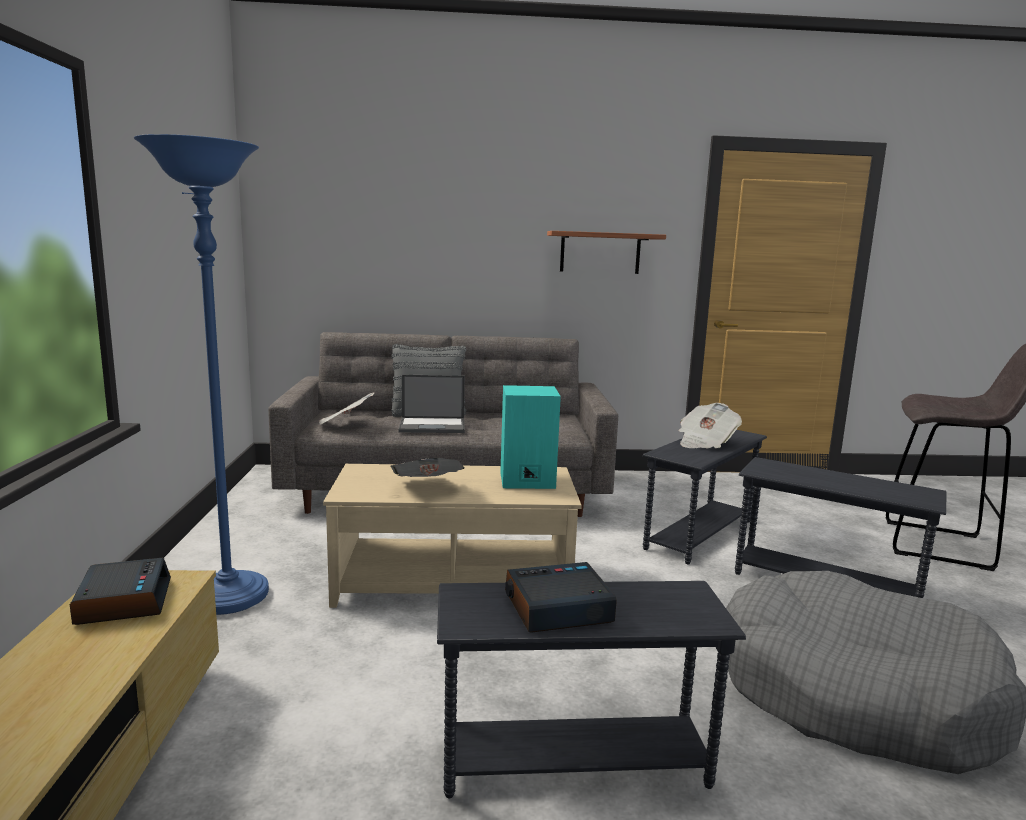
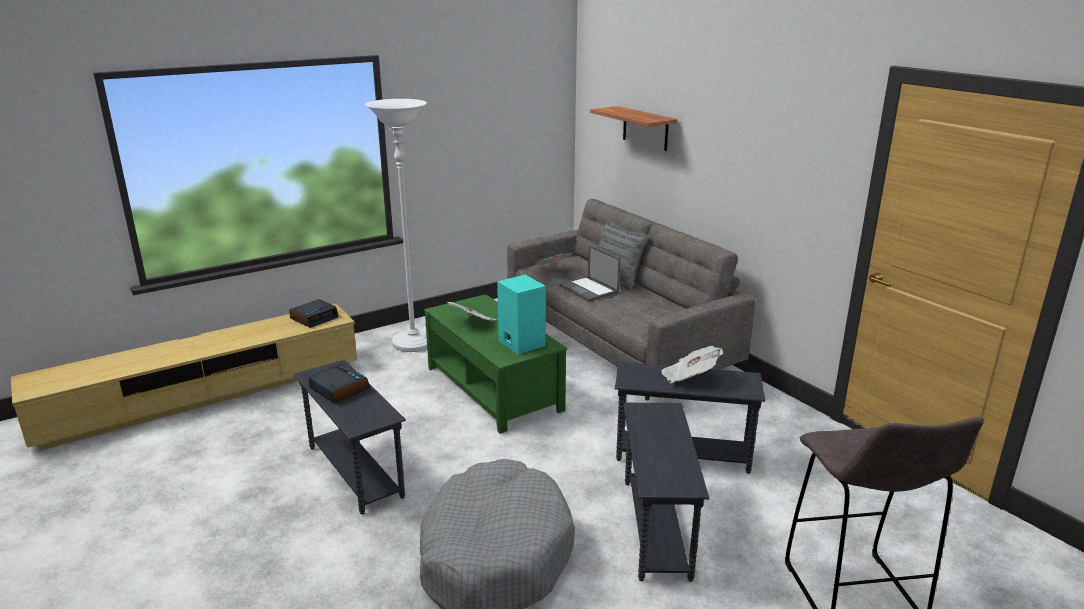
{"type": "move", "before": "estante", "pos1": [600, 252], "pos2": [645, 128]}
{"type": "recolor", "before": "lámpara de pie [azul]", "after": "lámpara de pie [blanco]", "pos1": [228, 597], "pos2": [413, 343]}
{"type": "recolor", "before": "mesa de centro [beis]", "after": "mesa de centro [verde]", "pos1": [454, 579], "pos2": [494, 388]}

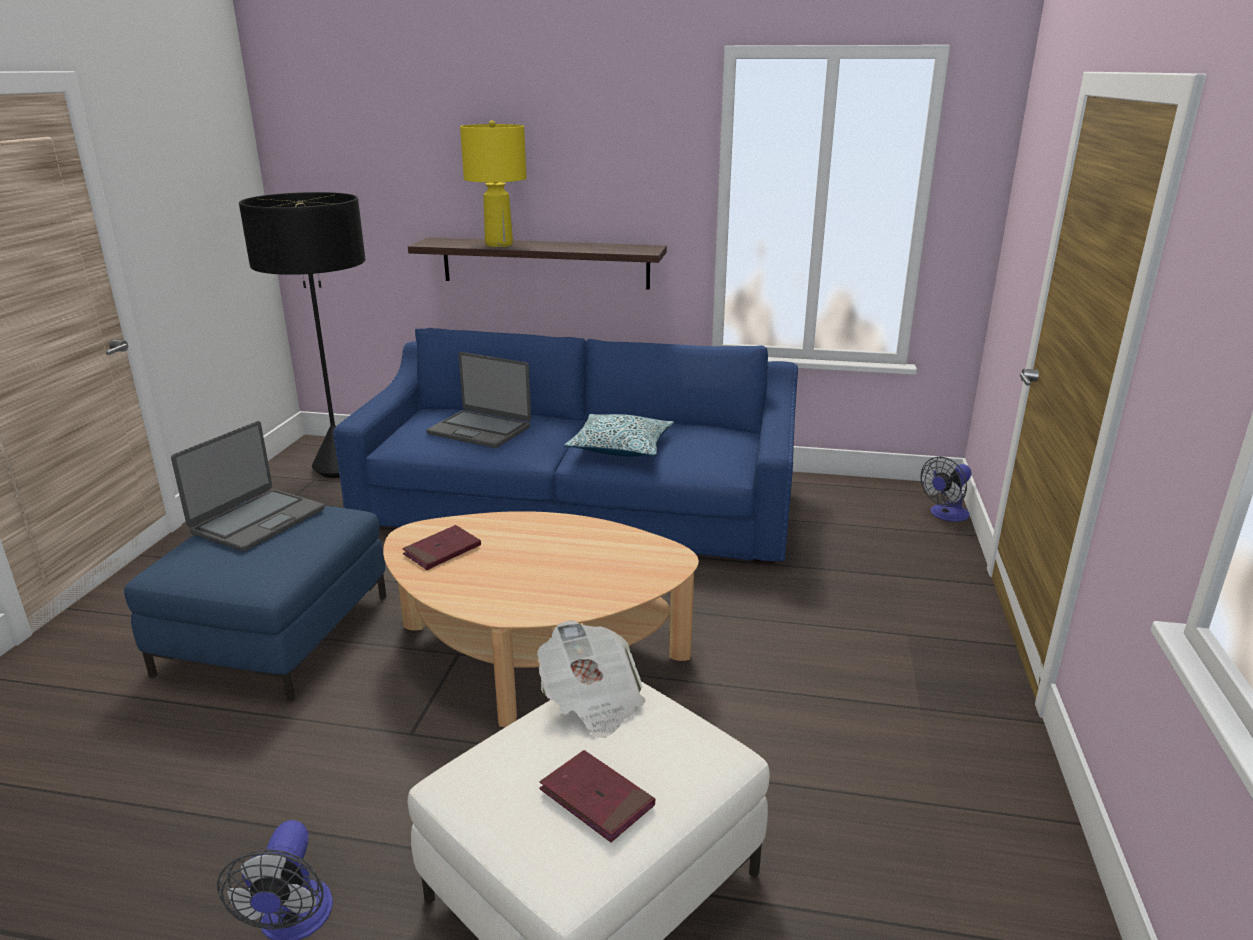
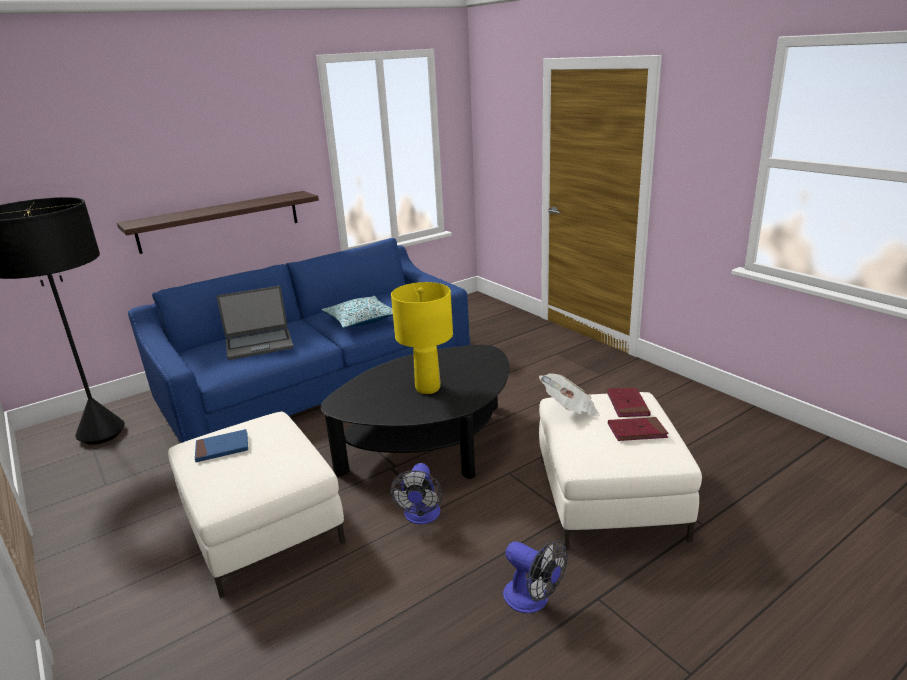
{"type": "move", "before": "libro [rojo]", "pos1": [442, 551], "pos2": [627, 405]}
{"type": "move", "before": "lámpara de mesa [amarillo]", "pos1": [498, 244], "pos2": [427, 388]}
{"type": "move", "before": "ventilador", "pos1": [945, 515], "pos2": [421, 516]}
{"type": "replace", "before": "portátil", "after": "libro [azul]", "pos1": [257, 521], "pos2": [222, 448]}
{"type": "recolor", "before": "puf [azul]", "after": "puf [blanco]", "pos1": [276, 633], "pos2": [262, 526]}
{"type": "recolor", "before": "mesa de centro [beis]", "after": "mesa de centro [negro]", "pos1": [537, 655], "pos2": [430, 445]}

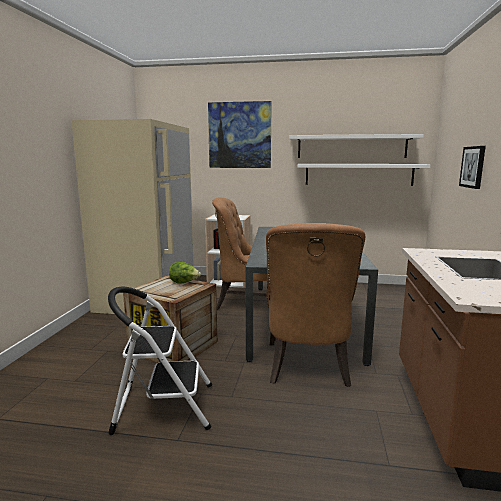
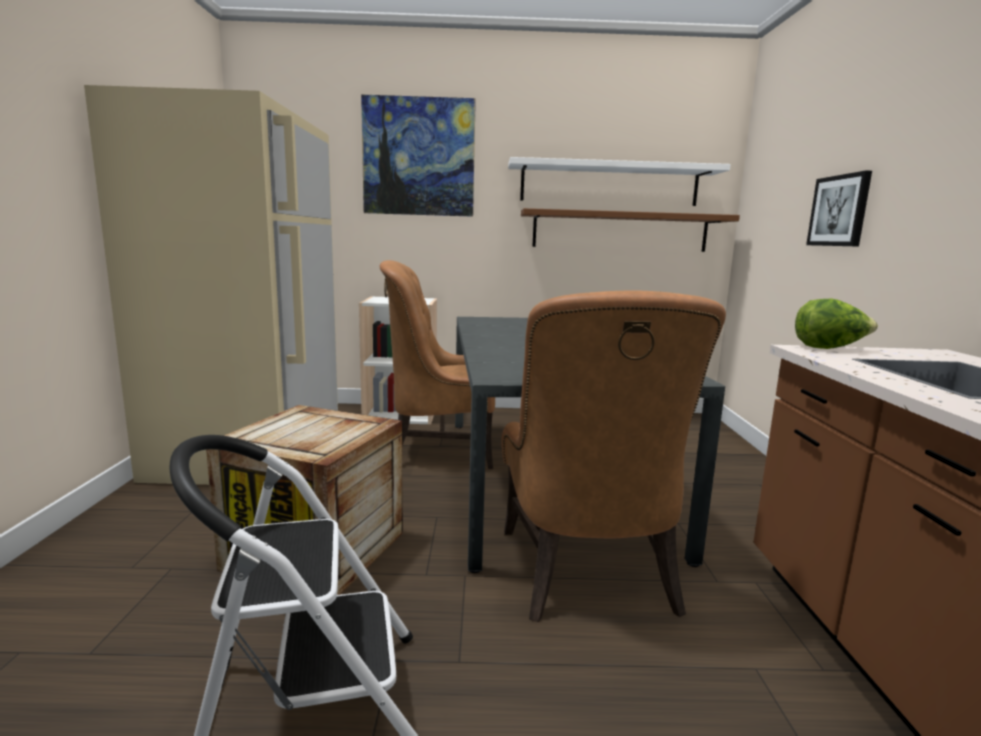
{"type": "move", "before": "lechuga", "pos1": [184, 283], "pos2": [829, 348]}
{"type": "recolor", "before": "estante [blanco]", "after": "estante [marrón]", "pos1": [358, 174], "pos2": [619, 231]}

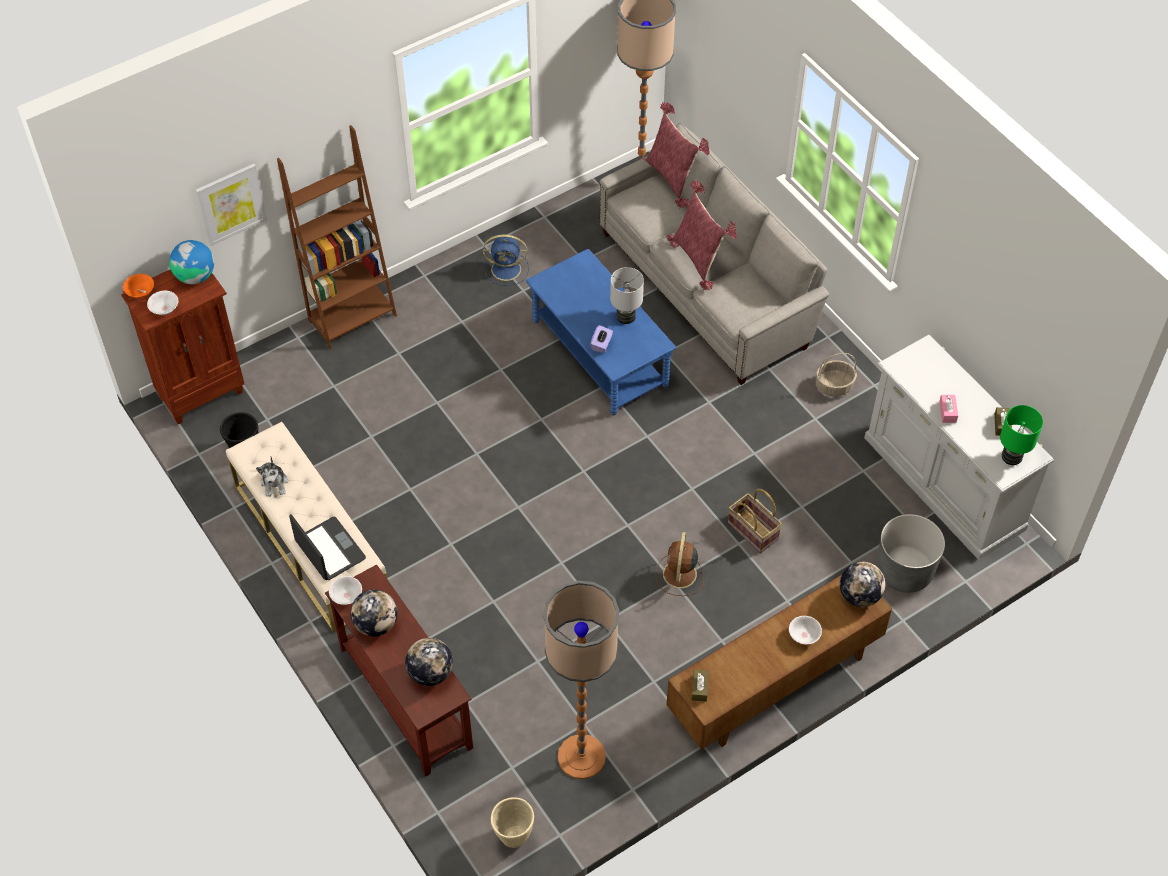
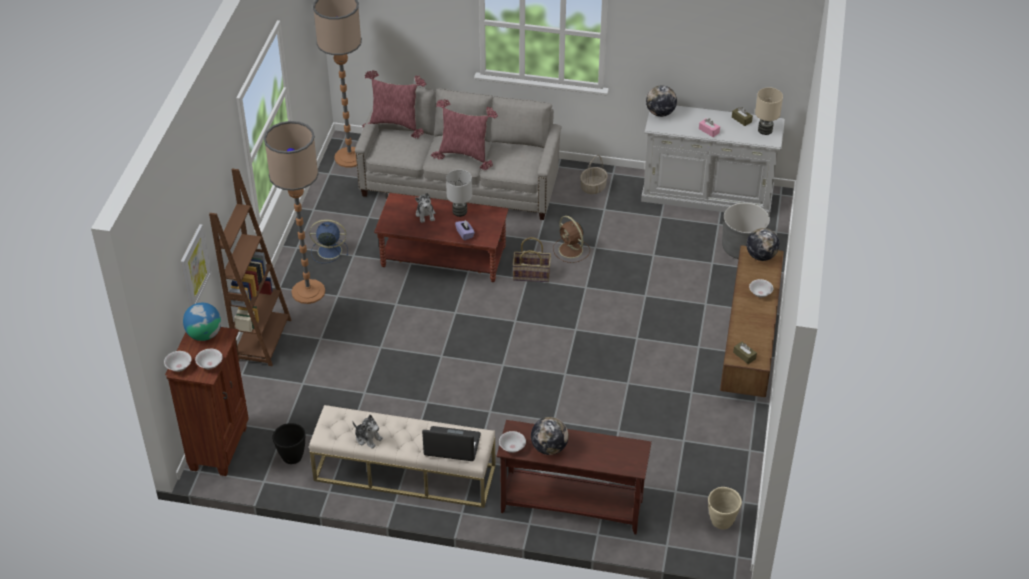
{"type": "insert", "after": "peluche", "pos2": [425, 214]}
{"type": "move", "before": "globo terráqueo", "pos1": [430, 673], "pos2": [660, 113]}
{"type": "move", "before": "lámpara de pie", "pos1": [581, 757], "pos2": [308, 292]}
{"type": "move", "before": "ventilador [marrón]", "pos1": [679, 575], "pos2": [571, 250]}
{"type": "move", "before": "cesta", "pos1": [753, 531], "pos2": [531, 274]}
{"type": "recolor", "before": "cuenco [naranja]", "after": "cuenco [blanco]", "pos1": [140, 292], "pos2": [179, 367]}
{"type": "recolor", "before": "mesa de centro [azul]", "after": "mesa de centro [marrón]", "pos1": [599, 353], "pos2": [443, 257]}
{"type": "recolor", "before": "lámpara de mesa [verde]", "after": "lámpara de mesa [beis]", "pos1": [1011, 456], "pos2": [765, 130]}
{"type": "rotate", "before": "ventilador [azul]", "pos1": [507, 269], "pos2": [328, 251], "turn": -135}

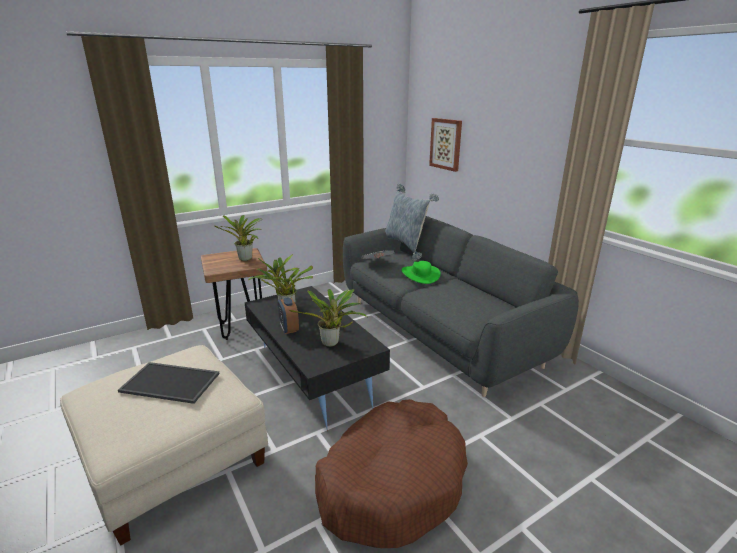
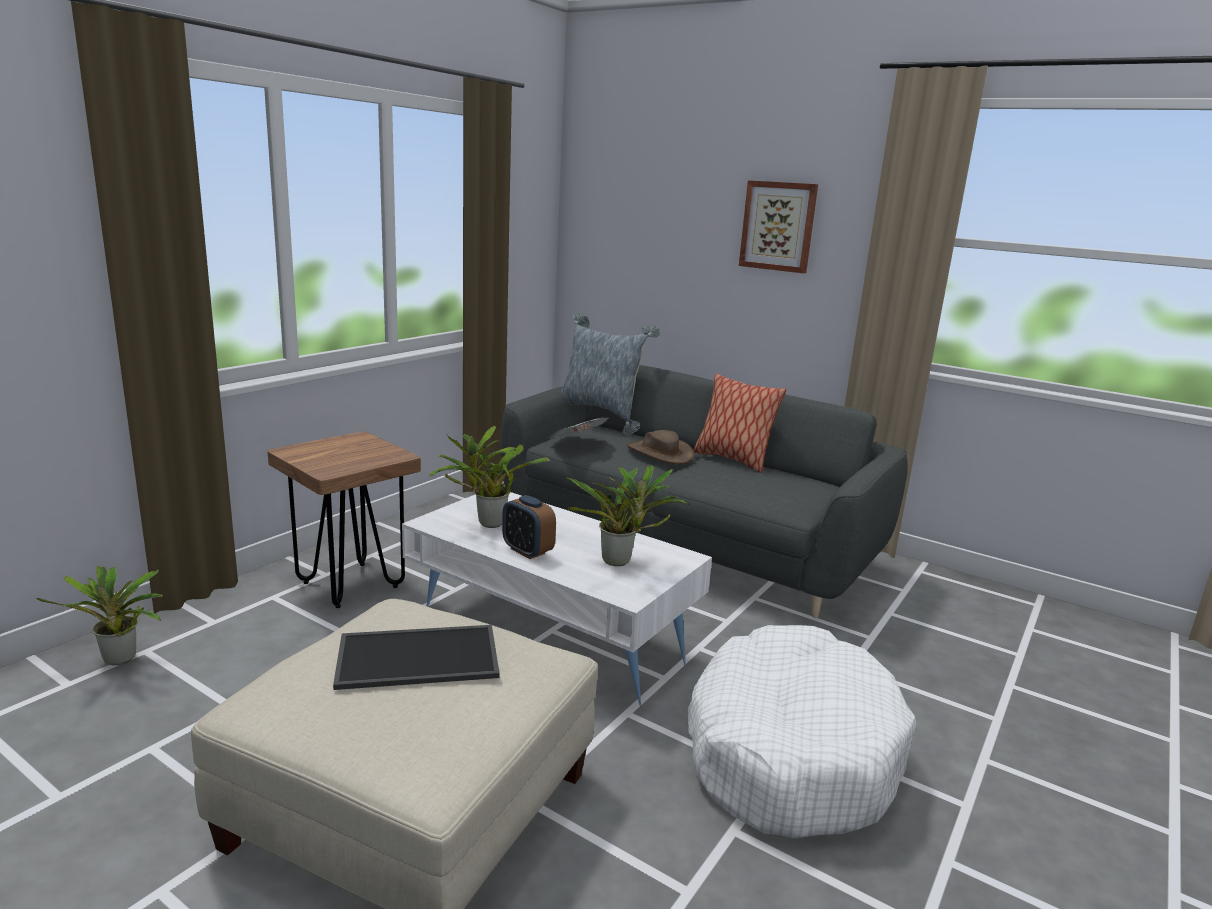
{"type": "insert", "after": "cojín", "pos2": [732, 460]}
{"type": "move", "before": "planta en maceta", "pos1": [245, 259], "pos2": [121, 661]}
{"type": "move", "before": "cuadro", "pos1": [446, 144], "pos2": [778, 226]}
{"type": "recolor", "before": "mesa de centro [negro]", "after": "mesa de centro [blanco]", "pos1": [314, 377], "pos2": [551, 637]}
{"type": "recolor", "before": "cama para perro [marrón]", "after": "cama para perro [blanco]", "pos1": [391, 482], "pos2": [790, 751]}
{"type": "recolor", "before": "sombrero [verde]", "after": "sombrero [marrón]", "pos1": [420, 275], "pos2": [659, 453]}

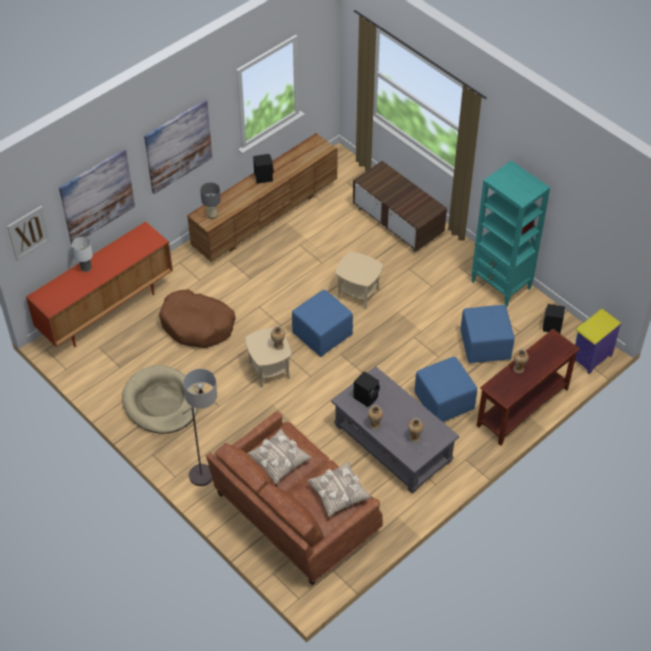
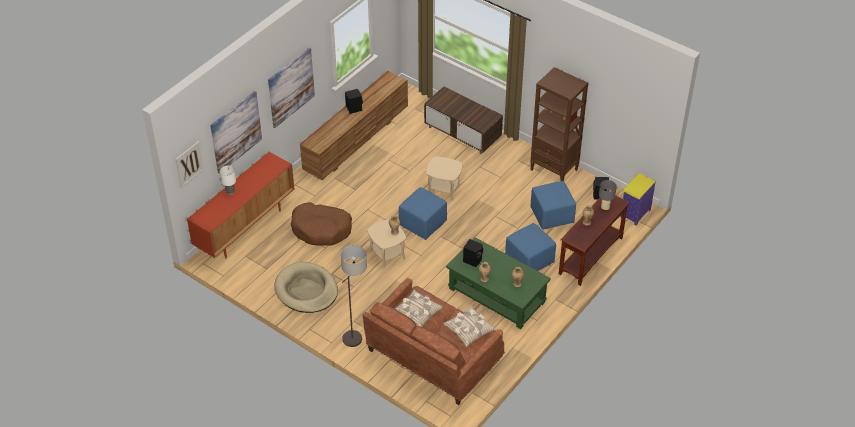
{"type": "move", "before": "lámpara de mesa [gris]", "pos1": [212, 215], "pos2": [605, 208]}
{"type": "recolor", "before": "mesa de centro [gris]", "after": "mesa de centro [verde]", "pos1": [392, 443], "pos2": [496, 295]}
{"type": "recolor", "before": "estantería [turquesa]", "after": "estantería [marrón]", "pos1": [501, 285], "pos2": [554, 170]}

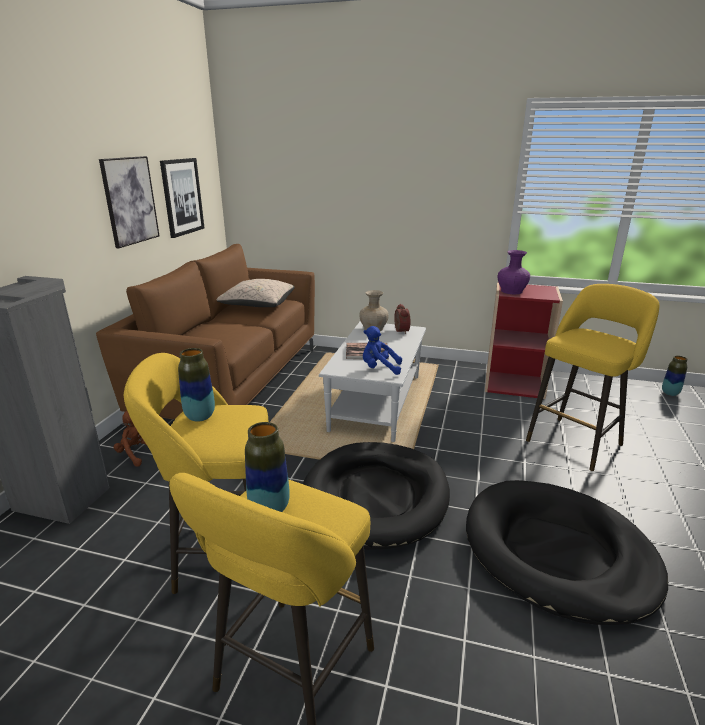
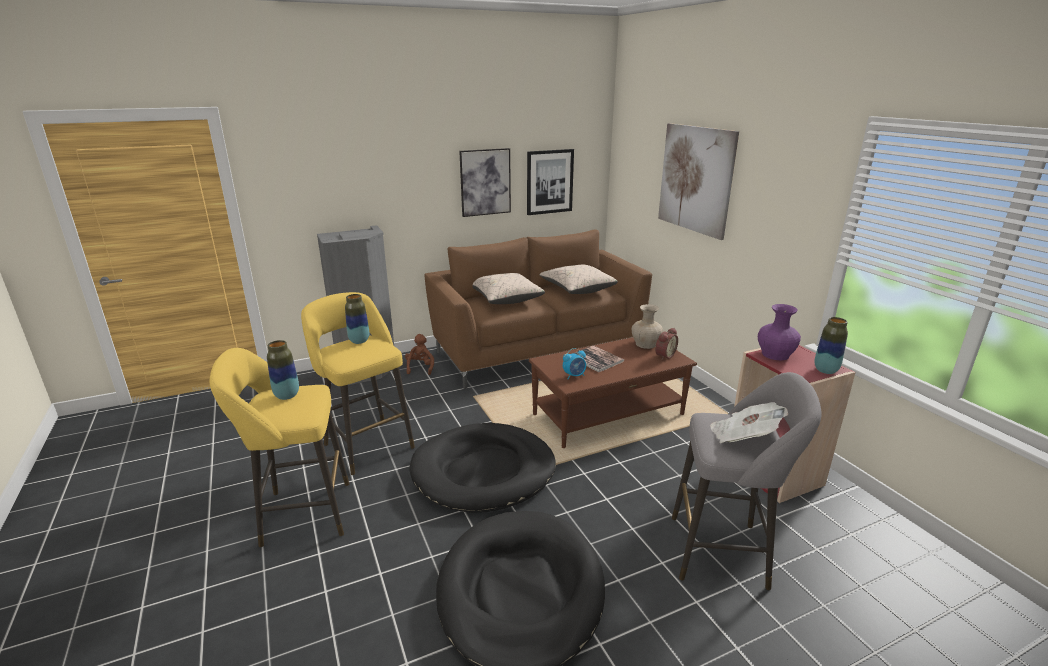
{"type": "insert", "after": "cojín [beis]", "pos2": [505, 298]}
{"type": "insert", "after": "cuadro", "pos2": [695, 179]}
{"type": "insert", "after": "periódico", "pos2": [743, 437]}
{"type": "move", "before": "florero", "pos1": [670, 393], "pos2": [825, 370]}
{"type": "replace", "before": "peluche [azul]", "after": "despertador", "pos1": [379, 369], "pos2": [574, 376]}
{"type": "recolor", "before": "mesa de centro [blanco]", "after": "mesa de centro [marrón]", "pos1": [377, 402], "pos2": [609, 414]}
{"type": "recolor", "before": "taburete [amarillo]", "after": "taburete [gris]", "pos1": [576, 440], "pos2": [725, 552]}

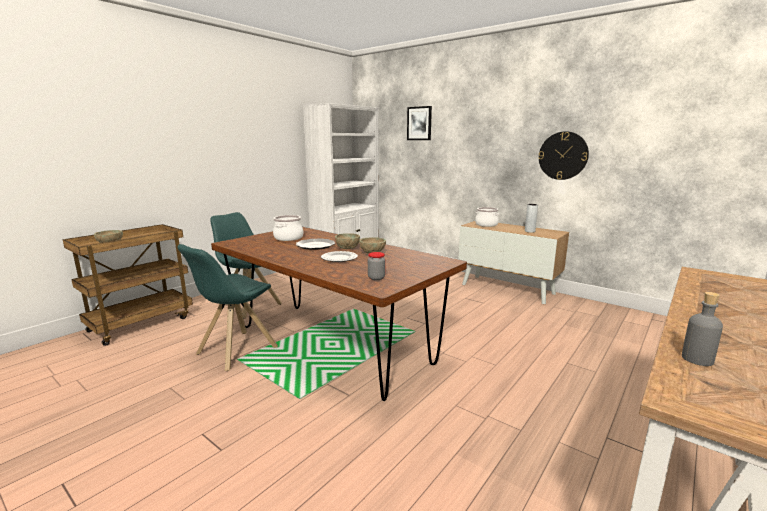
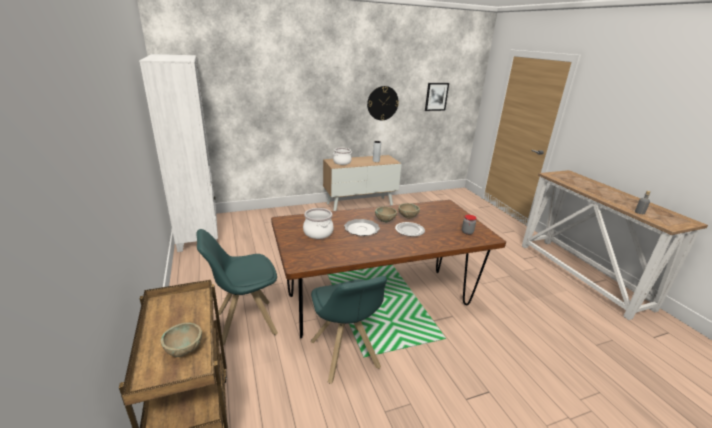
{"type": "move", "before": "cuadro", "pos1": [419, 123], "pos2": [436, 96]}

